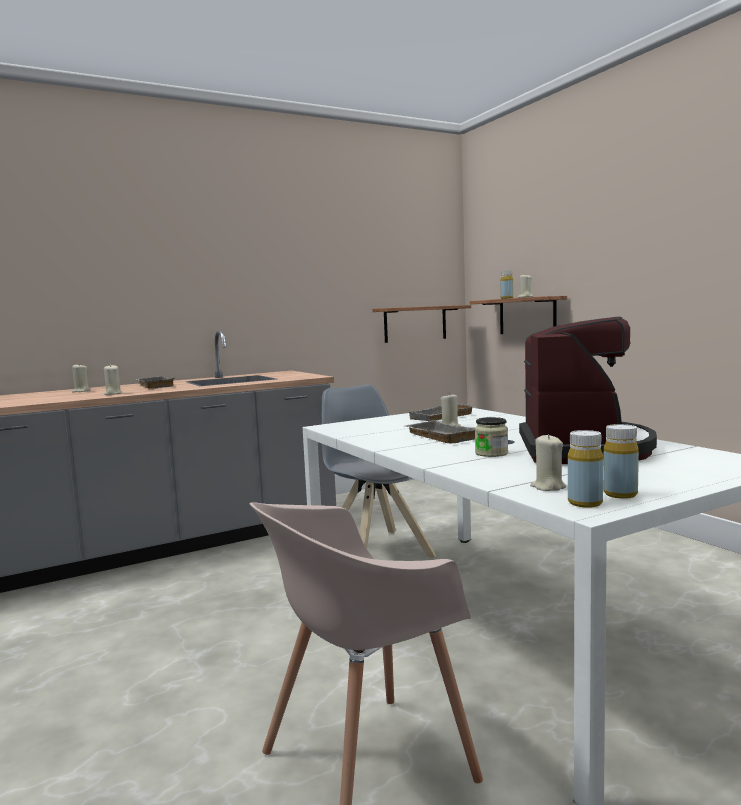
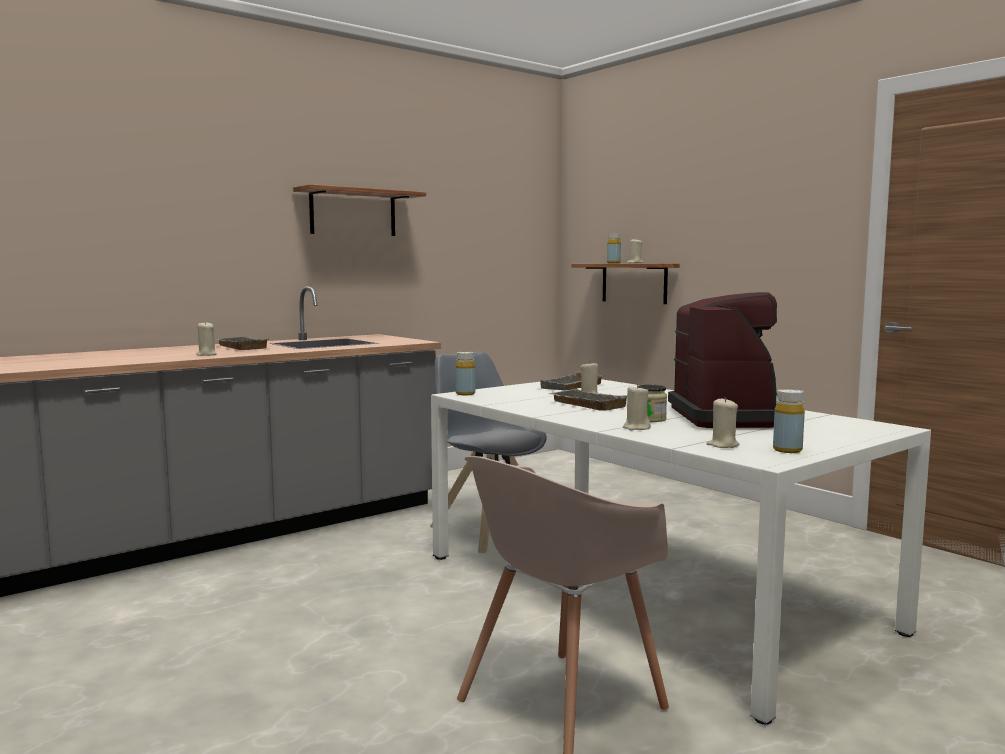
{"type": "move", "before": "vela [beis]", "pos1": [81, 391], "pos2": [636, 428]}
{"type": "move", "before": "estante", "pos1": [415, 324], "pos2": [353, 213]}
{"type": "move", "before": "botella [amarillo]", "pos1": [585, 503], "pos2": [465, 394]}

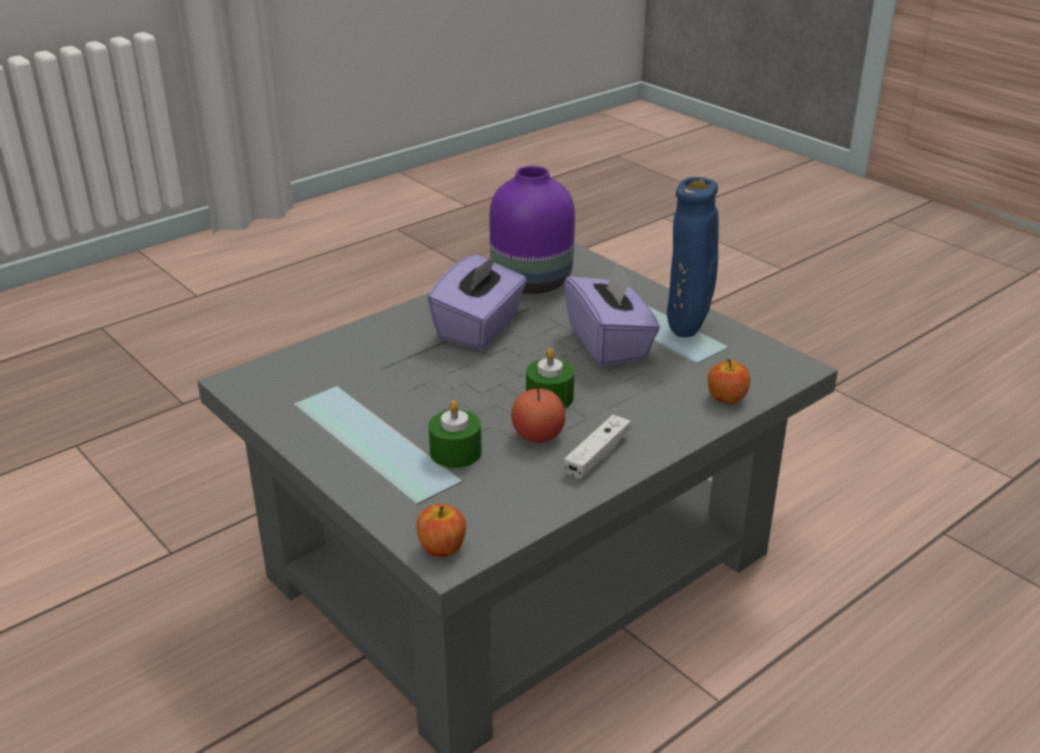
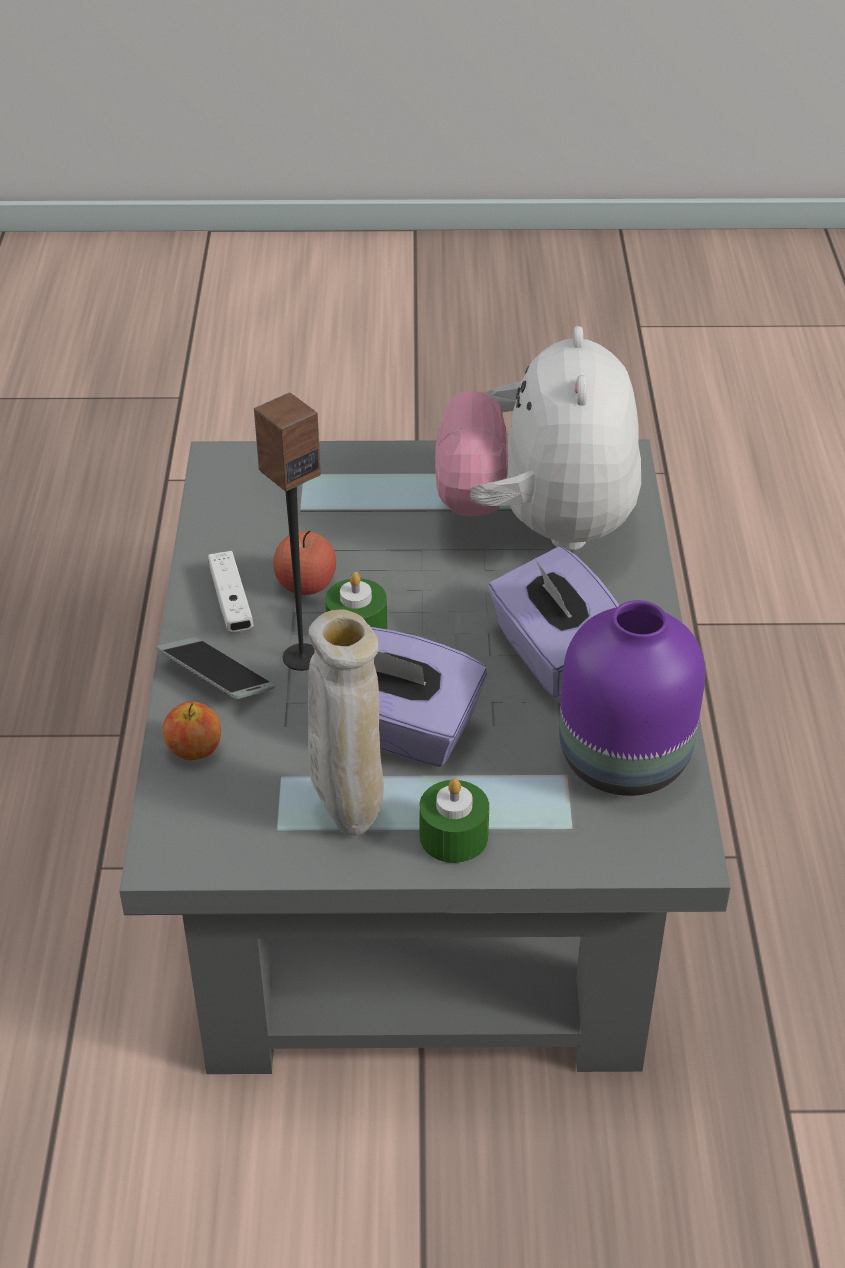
{"type": "delete", "before": "manzana", "pos1": [442, 548]}
{"type": "insert", "after": "móvil", "pos2": [216, 677]}
{"type": "insert", "after": "altavoz", "pos2": [301, 657]}
{"type": "insert", "after": "peluche", "pos2": [538, 526]}
{"type": "move", "before": "vela [verde]", "pos1": [455, 452], "pos2": [453, 836]}
{"type": "recolor", "before": "florero [azul]", "after": "florero [beis]", "pos1": [687, 331], "pos2": [347, 816]}

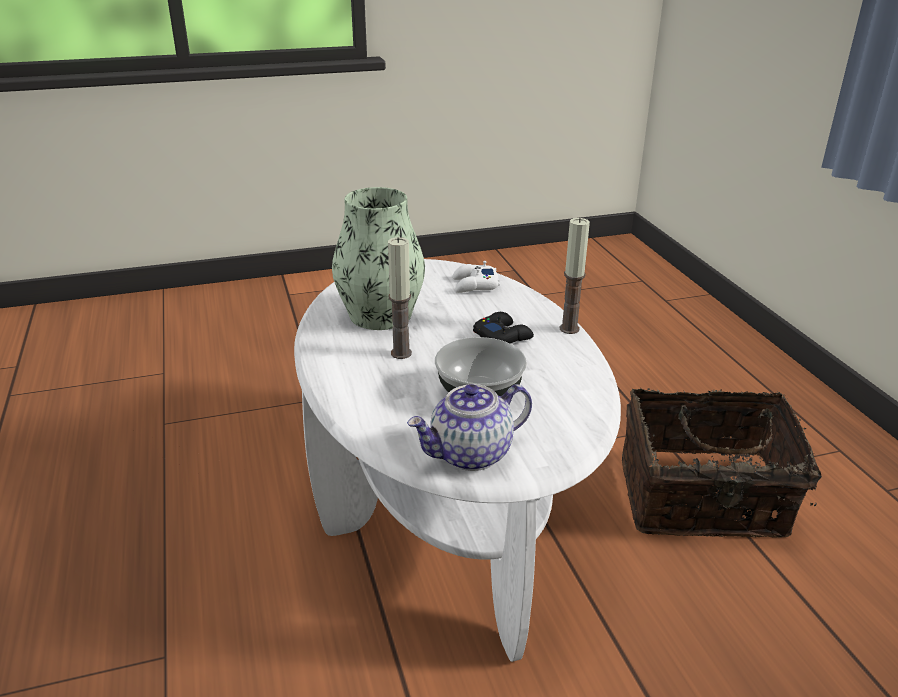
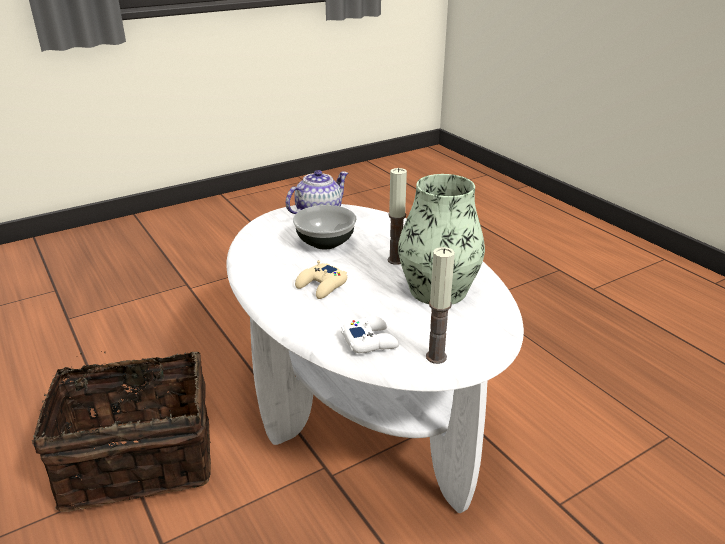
{"type": "move", "before": "vela", "pos1": [569, 329], "pos2": [436, 357]}
{"type": "recolor", "before": "mando de consola [negro]", "after": "mando de consola [beis]", "pos1": [502, 336], "pos2": [322, 286]}

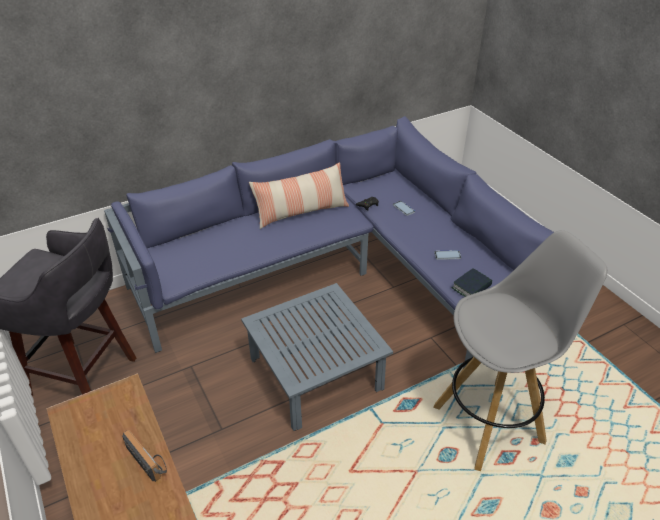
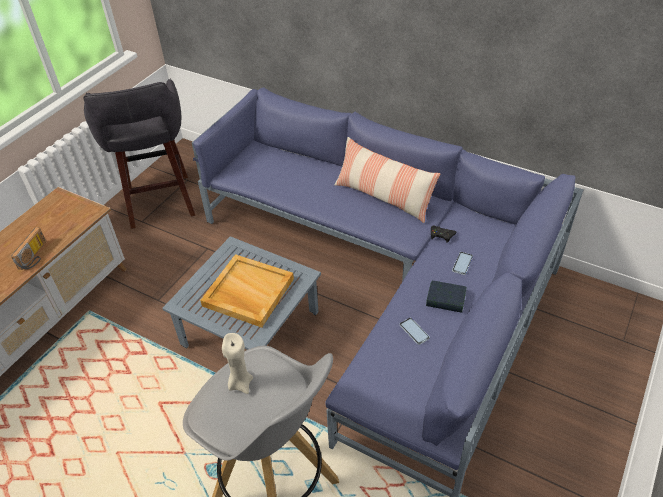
{"type": "insert", "after": "bandeja [beis]", "pos2": [247, 292]}
{"type": "insert", "after": "vela [beis]", "pos2": [240, 383]}
{"type": "move", "before": "libro", "pos1": [471, 287], "pos2": [445, 300]}

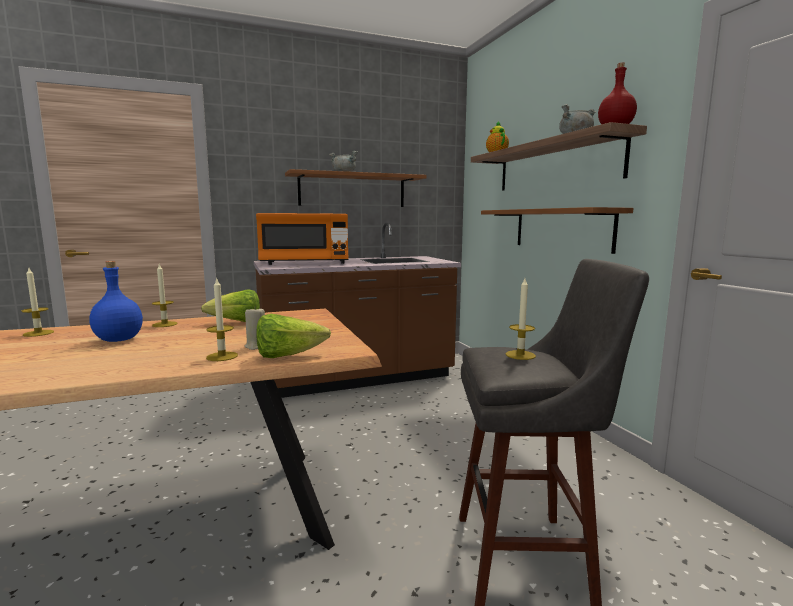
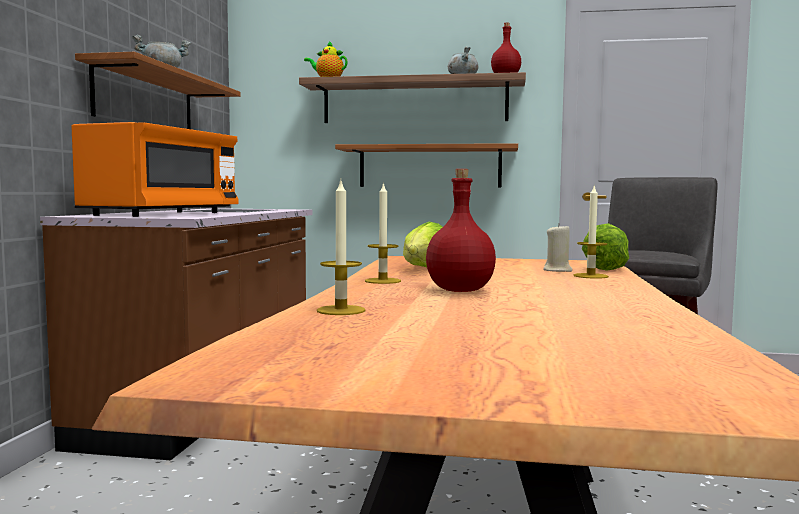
{"type": "delete", "before": "vela", "pos1": [520, 355]}
{"type": "recolor", "before": "botella [azul]", "after": "botella [rojo]", "pos1": [120, 339], "pos2": [460, 290]}

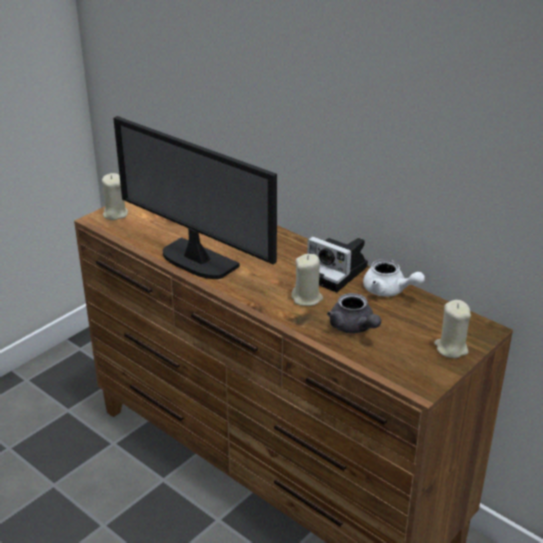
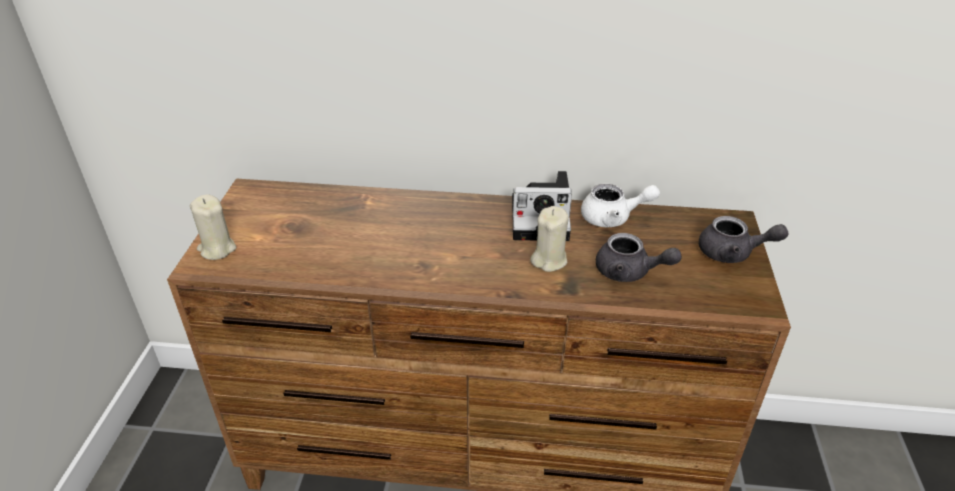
{"type": "delete", "before": "monitor", "pos1": [197, 261]}
{"type": "replace", "before": "vela [beis]", "after": "tetera [gris]", "pos1": [451, 348], "pos2": [732, 253]}

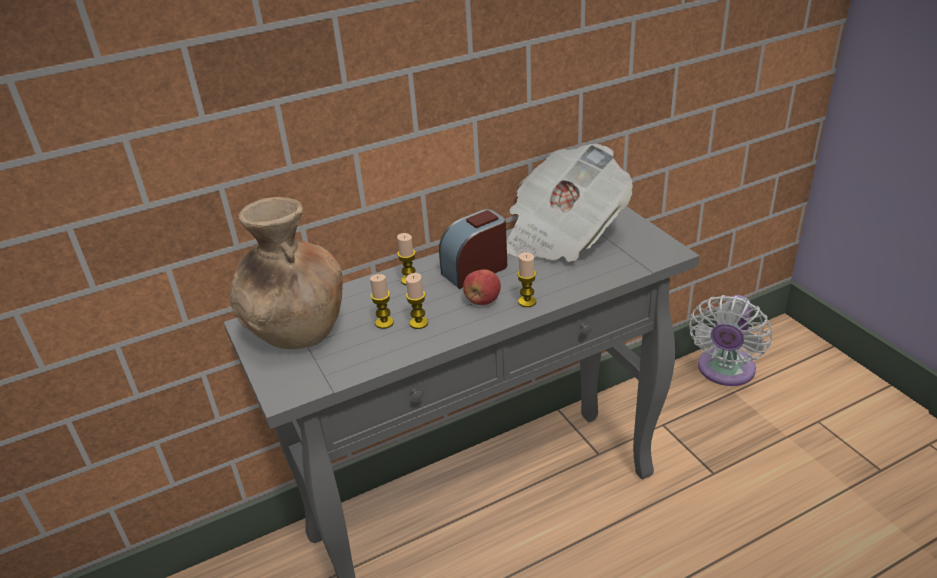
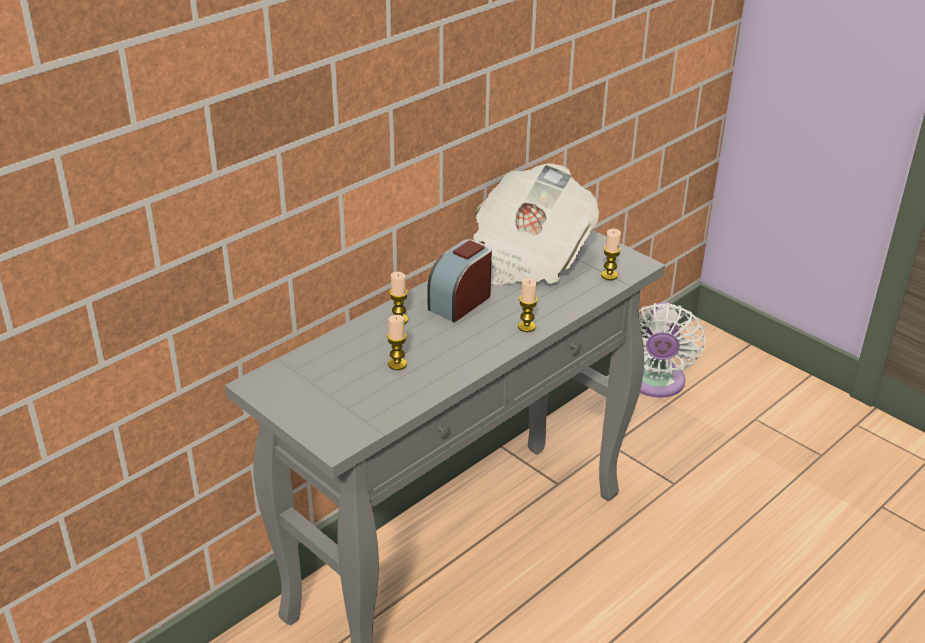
{"type": "delete", "before": "florero [marrón]", "pos1": [296, 328]}
{"type": "delete", "before": "manzana", "pos1": [482, 301]}
{"type": "move", "before": "vela", "pos1": [419, 323], "pos2": [609, 275]}

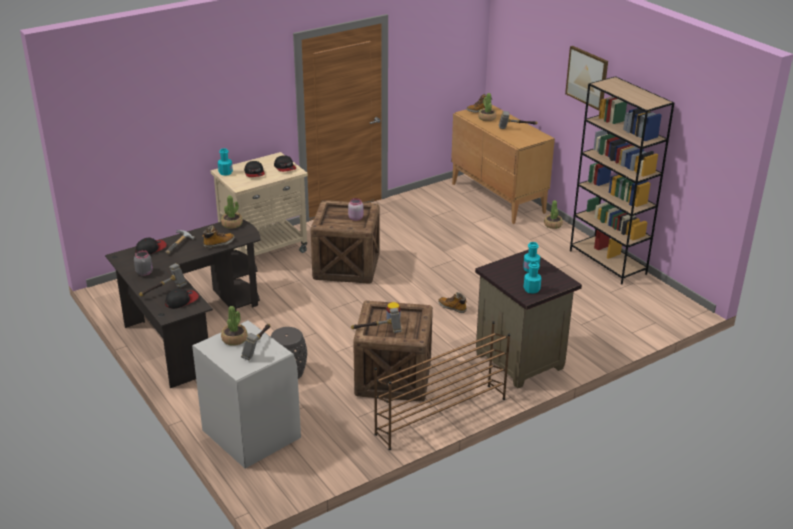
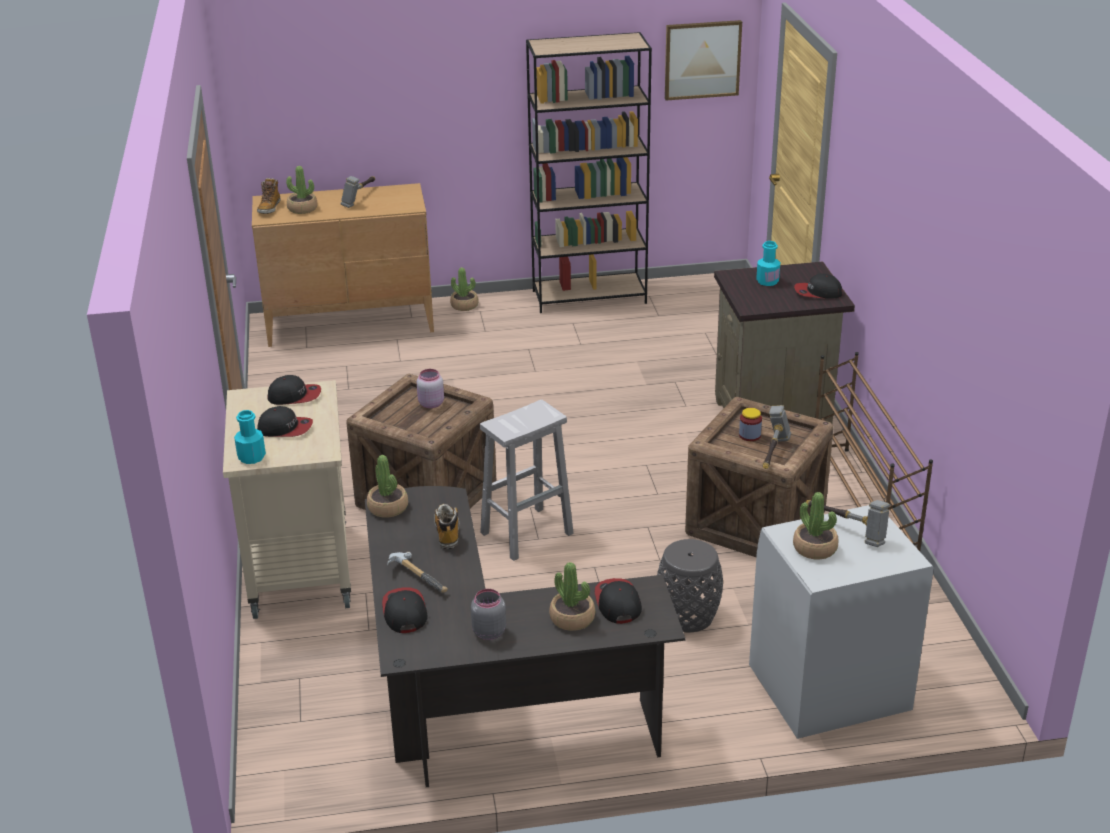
{"type": "delete", "before": "bota", "pos1": [452, 307]}
{"type": "insert", "after": "taburete [blanco]", "pos2": [528, 532]}
{"type": "move", "before": "cuadro", "pos1": [587, 77], "pos2": [702, 59]}
{"type": "replace", "before": "martillo", "after": "planta en maceta", "pos1": [164, 291], "pos2": [572, 618]}
{"type": "replace", "before": "botella [turquesa]", "after": "gorra", "pos1": [531, 289], "pos2": [817, 292]}

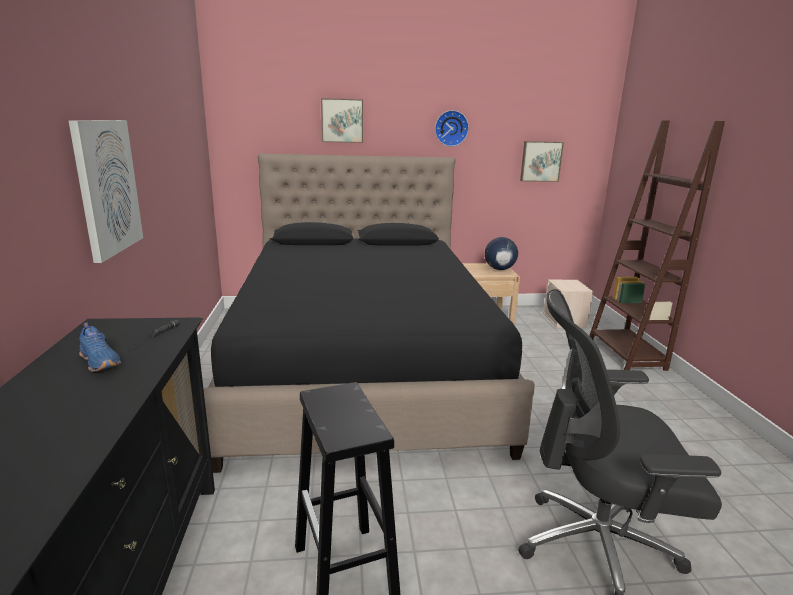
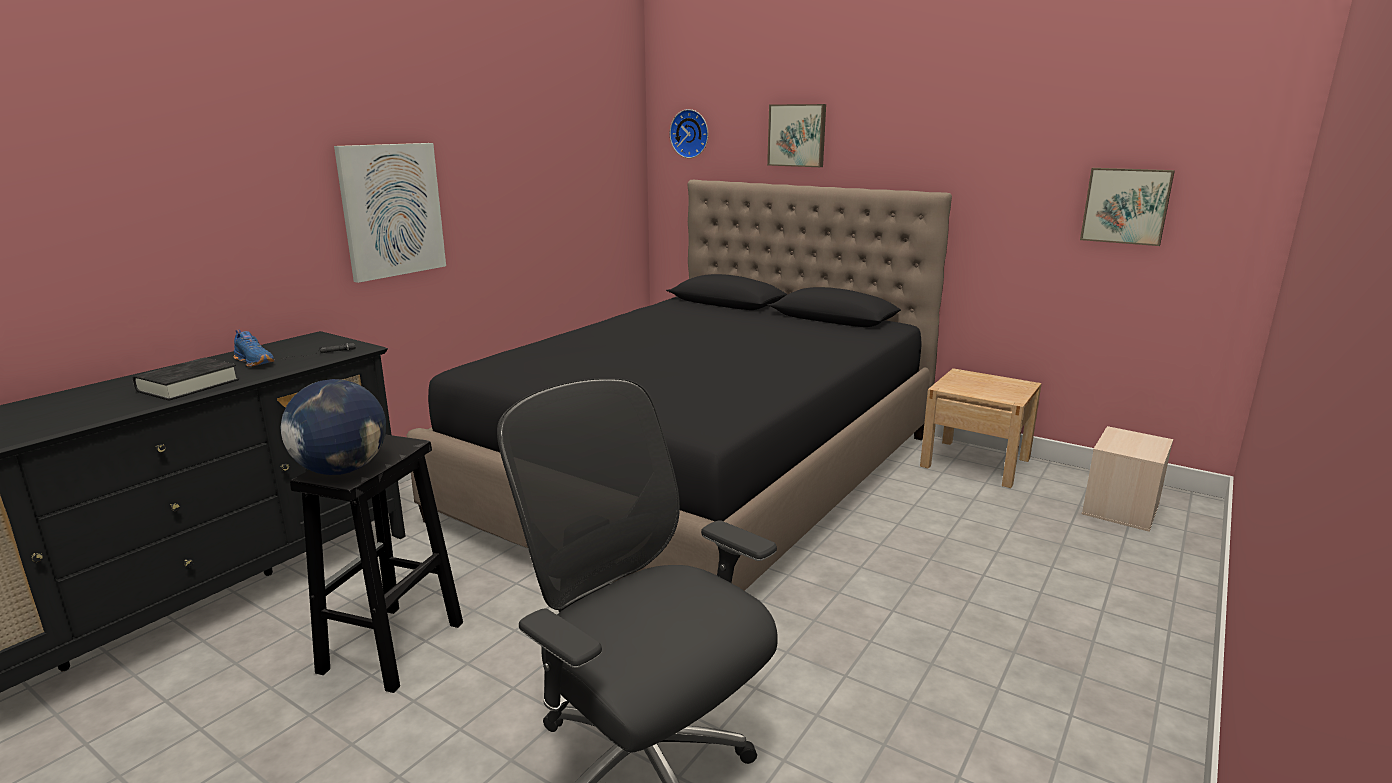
{"type": "delete", "before": "estantería [marrón]", "pos1": [626, 353]}
{"type": "insert", "after": "libro [negro]", "pos2": [188, 385]}
{"type": "move", "before": "reloj de pared", "pos1": [451, 128], "pos2": [691, 133]}
{"type": "move", "before": "globo terráqueo", "pos1": [499, 269], "pos2": [341, 470]}
{"type": "rotate", "before": "zapato [azul]", "pos1": [101, 361], "pos2": [255, 362], "turn": -45}

